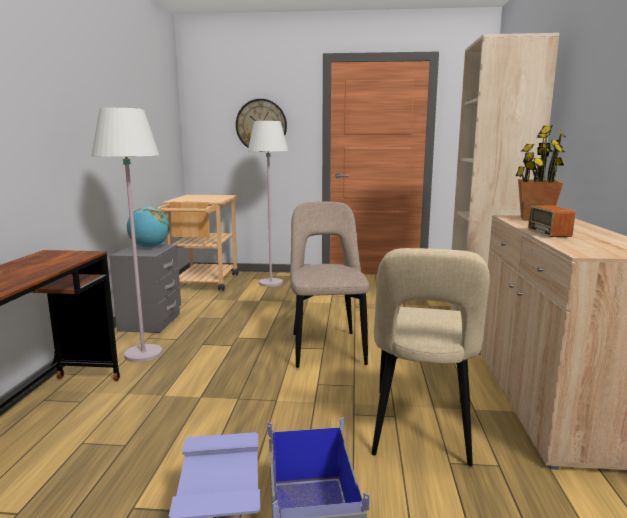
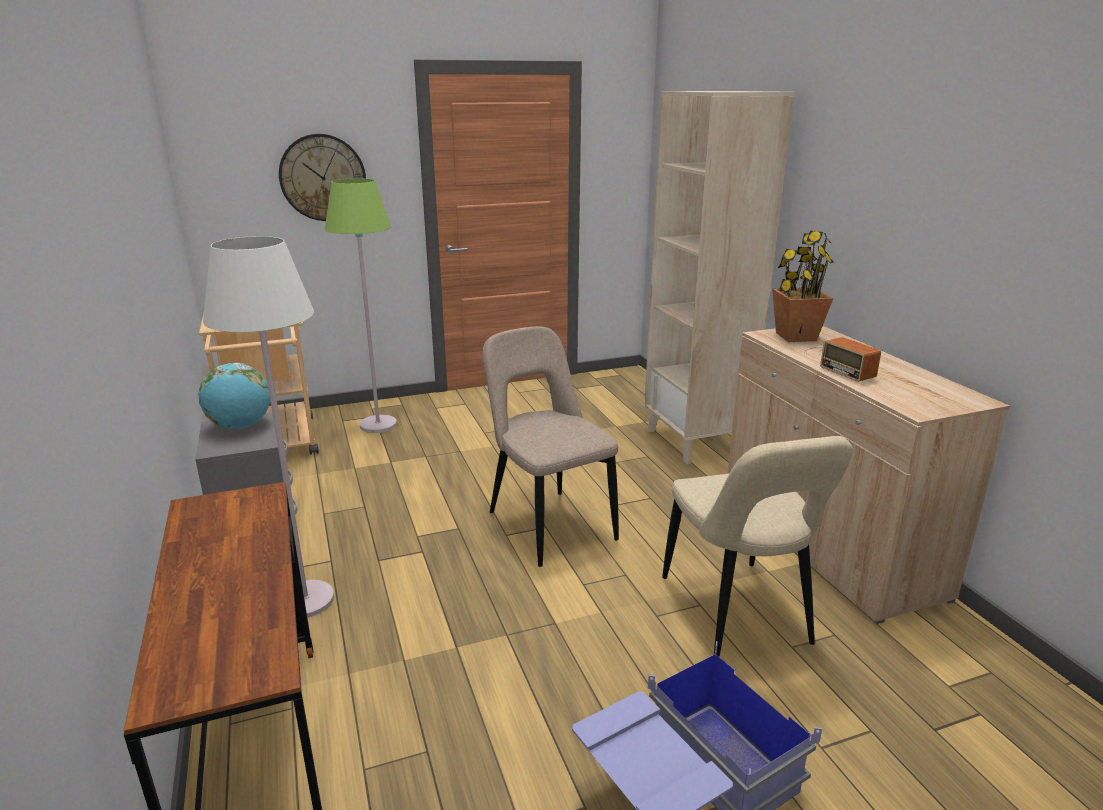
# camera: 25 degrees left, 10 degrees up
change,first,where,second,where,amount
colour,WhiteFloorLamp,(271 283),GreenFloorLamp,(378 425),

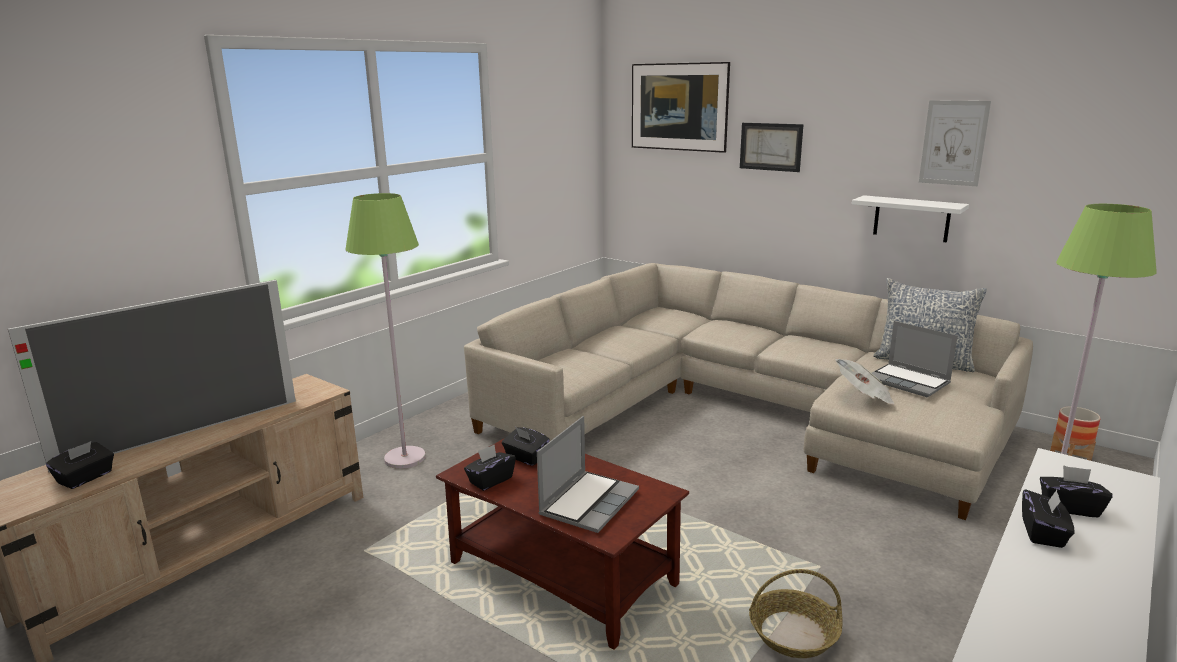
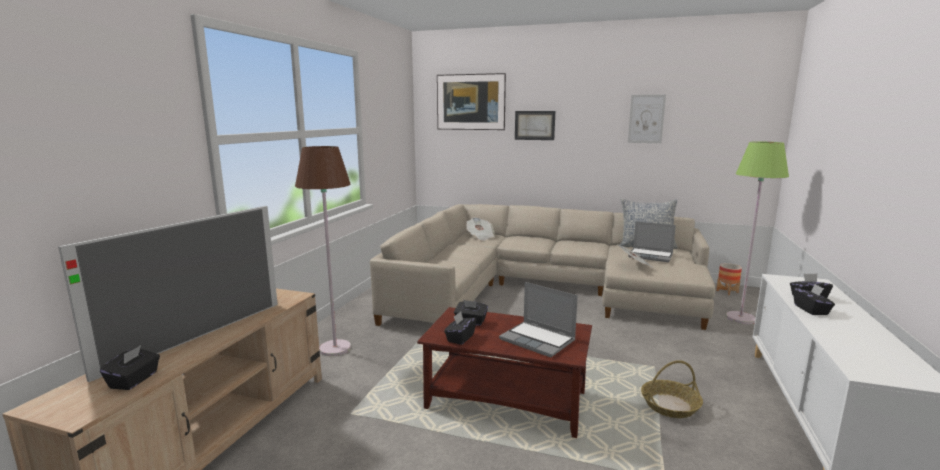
# camera: 20 degrees left, 5 degrees down
change,first,where,second,where,amount
colour,GreenFloorLamp,(404 458),BrownFloorLamp,(335 348),
missing,WhiteShelf,(911 218),,,
spun,Laptop,(589 502),,(538 340),120 degrees clockwise
appeared,,,Newspaper,(480 237),

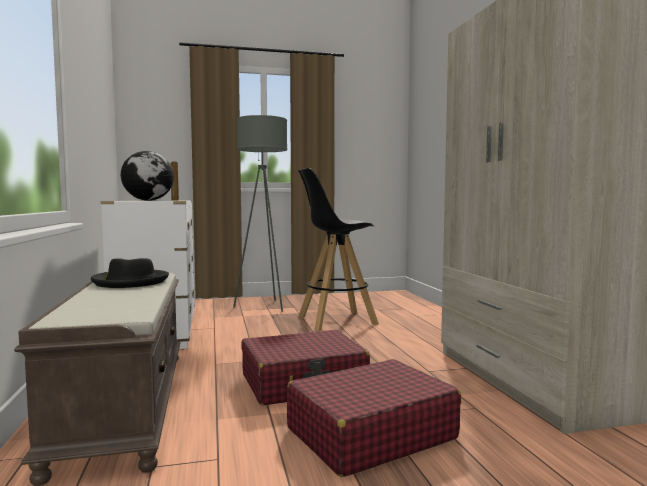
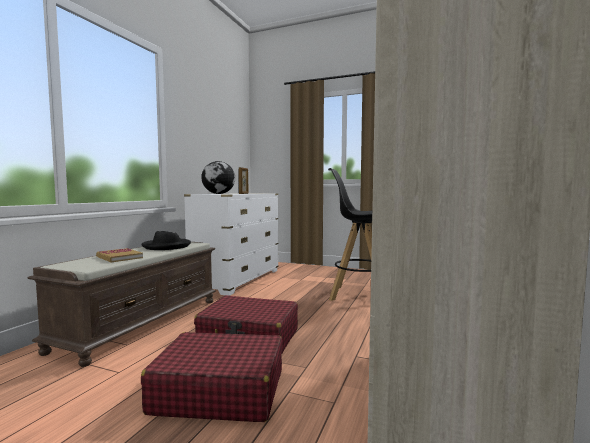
# camera: 35 degrees right, 0 degrees up
change,first,where,second,where,amount
missing,GreyFloorLamp,(264 306),,,
appeared,,,Book,(119 257),

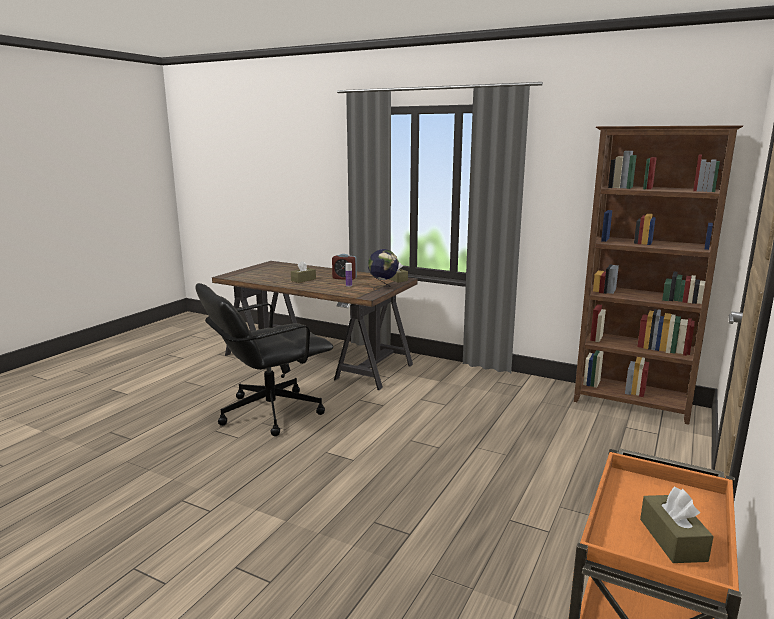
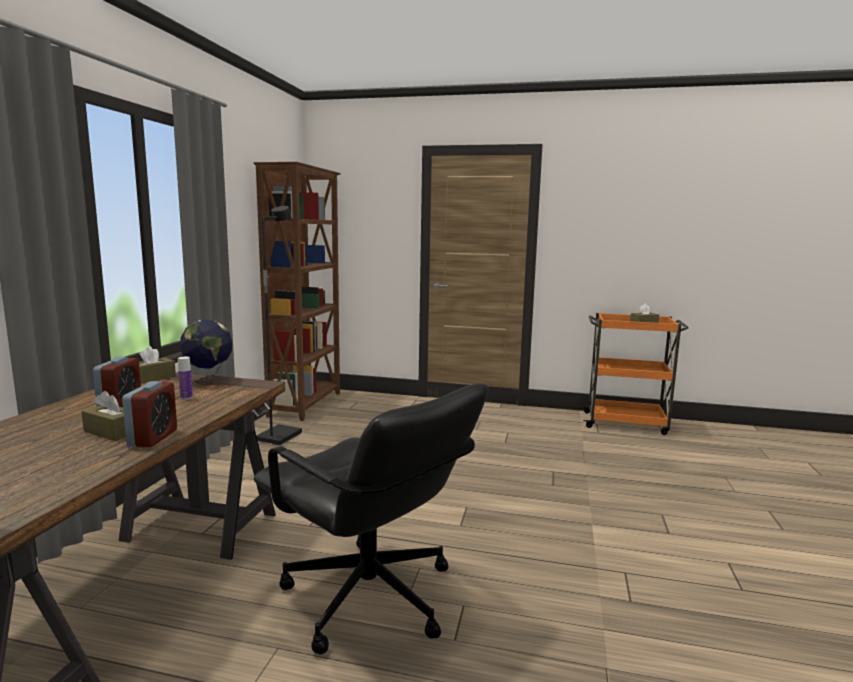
# camera: 105 degrees left, 5 degrees down
change,first,where,second,where,amount
appeared,,,BlackFloorLamp,(278 436),
appeared,,,AlarmClock,(153 438),

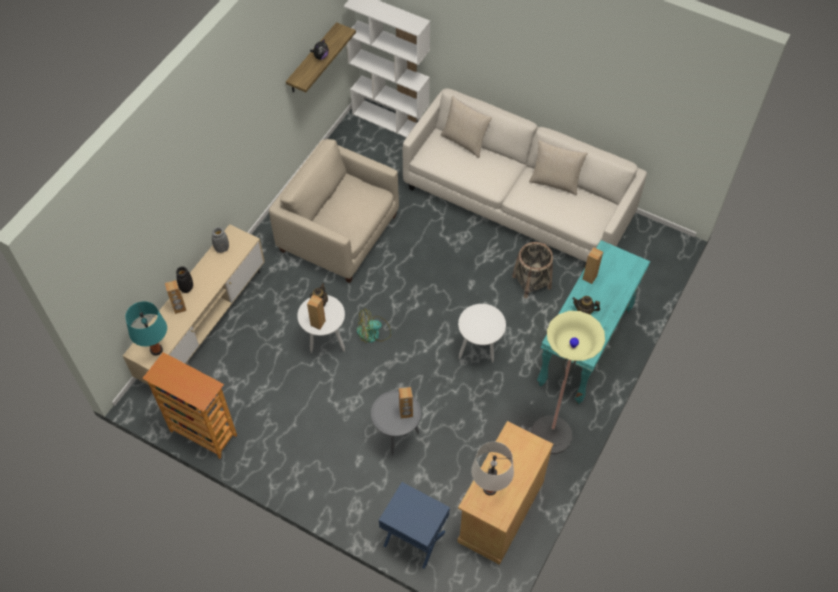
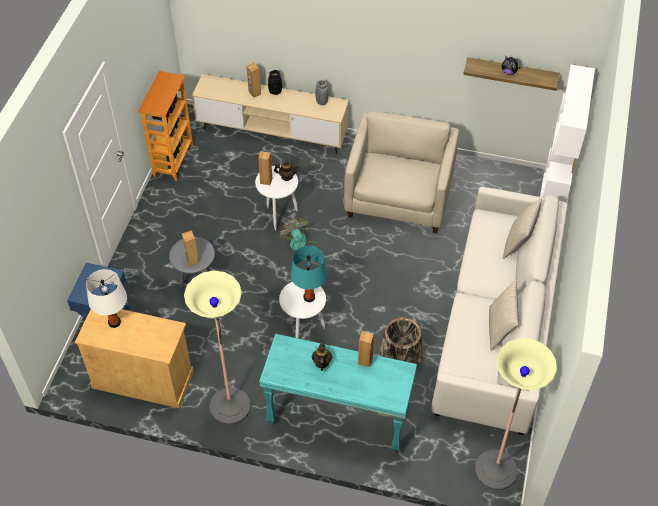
# camera: 75 degrees right, 5 degrees down
change,first,where,second,where,amount
relocated,TurquoiseTableLamp,(156 350),,(309 297),
appeared,,,FloorLamp,(495 470),

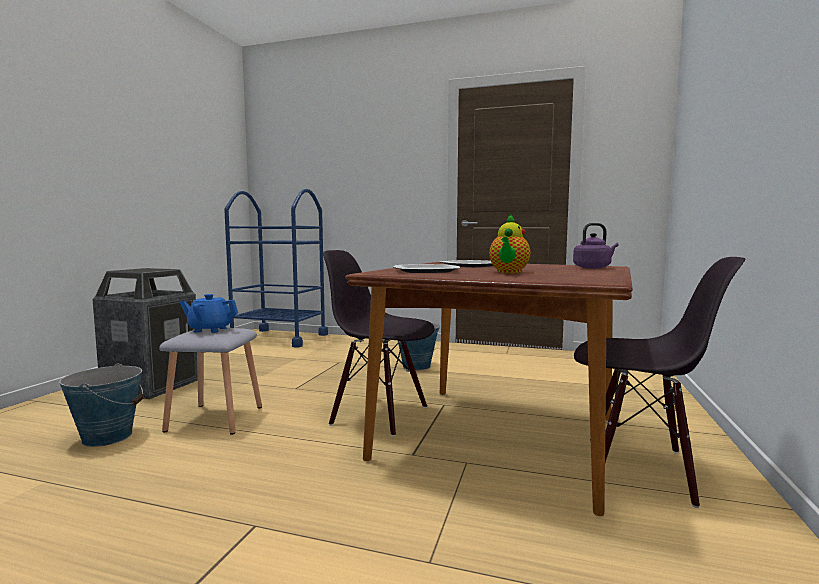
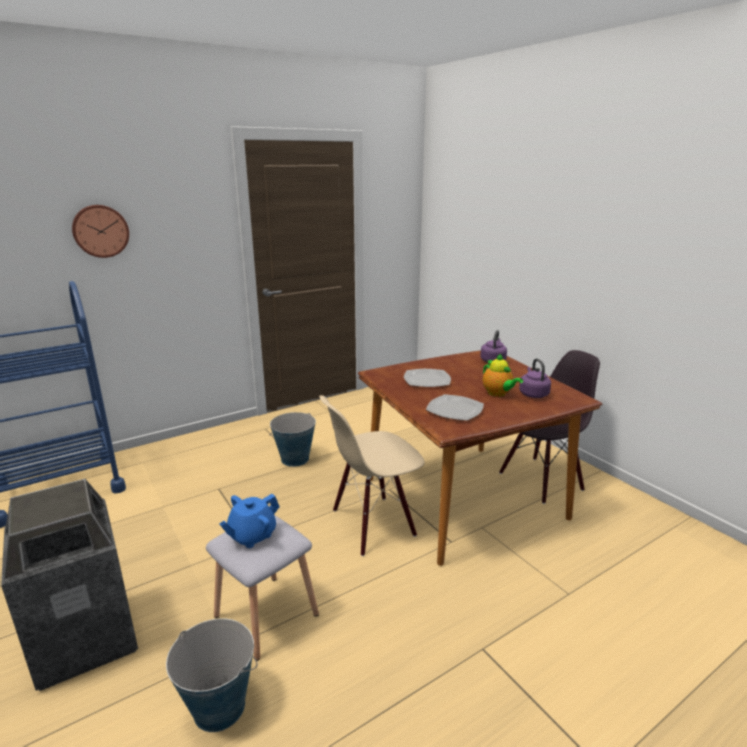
# camera: 50 degrees left, 15 degrees up
change,first,where,second,where,amount
colour,BlackChair,(380 415),BeigeChair,(373 524),
appeared,,,WallClock,(100 231),
appeared,,,PurpleKettle,(533 394),

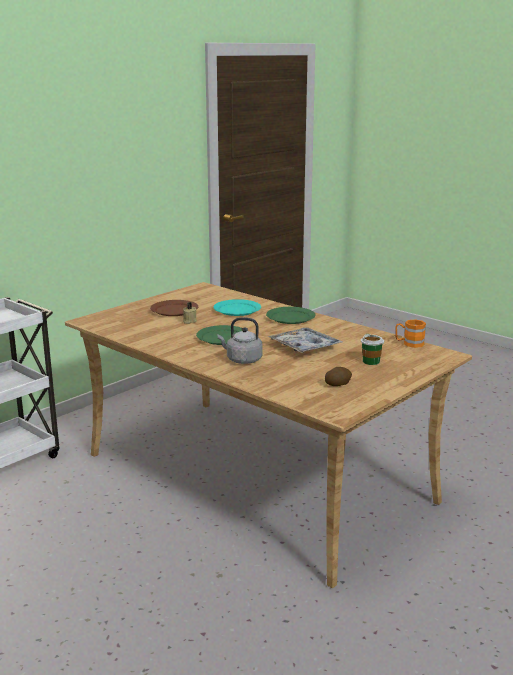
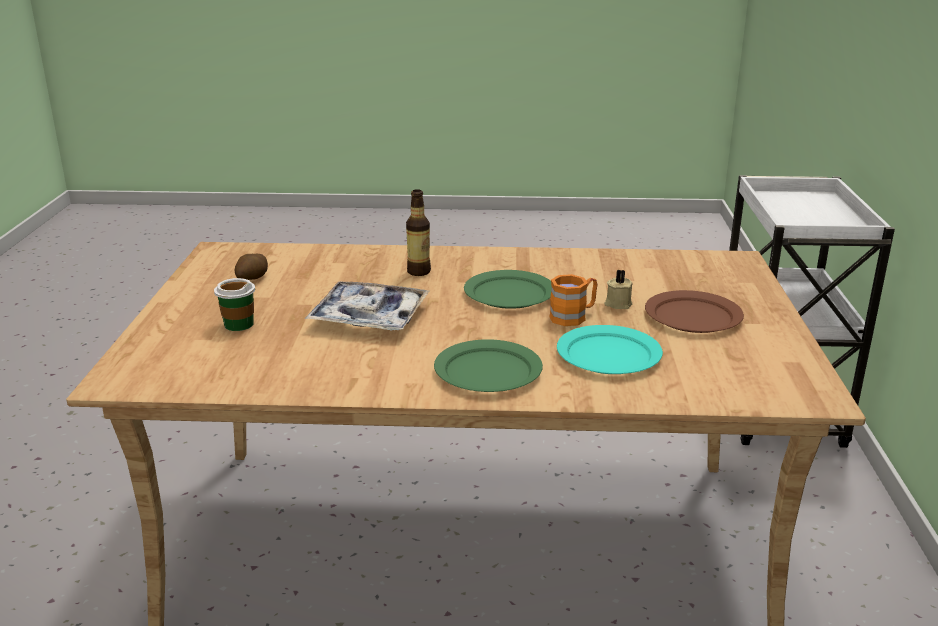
# camera: 140 degrees right, 5 degrees up
change,first,where,second,where,amount
exchanged,GreyKettle,(242 360),Bottle,(419 272),
relocated,OrangeMug,(409 343),,(574 316),

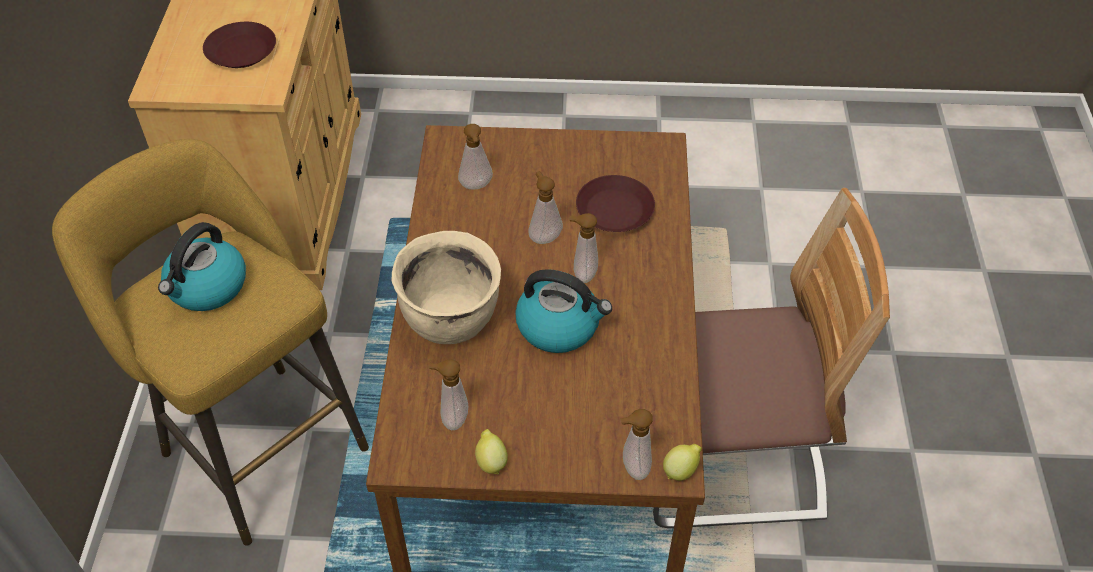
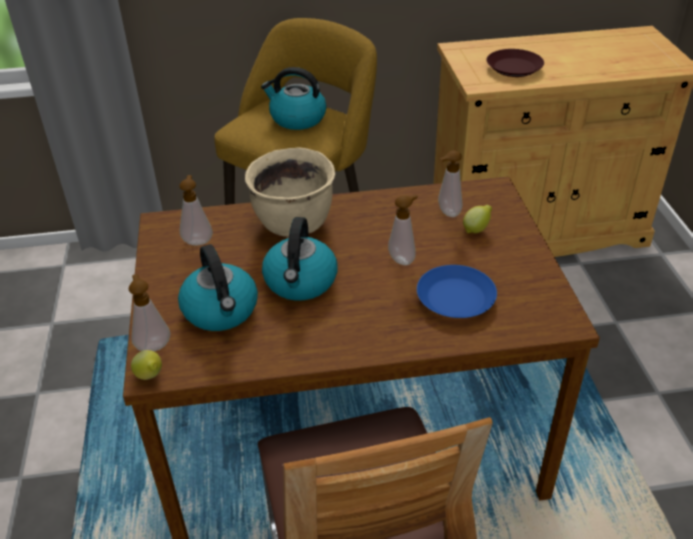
# camera: 80 degrees right, 10 degrees down
change,first,where,second,where,amount
colour,BrownPlate,(615 210),BluePlate,(456 298),
missing,SoapDispenser,(582 274),,,
relocated,Lemon,(491 461),,(476 229),
appeared,,,Kettle,(221 311),

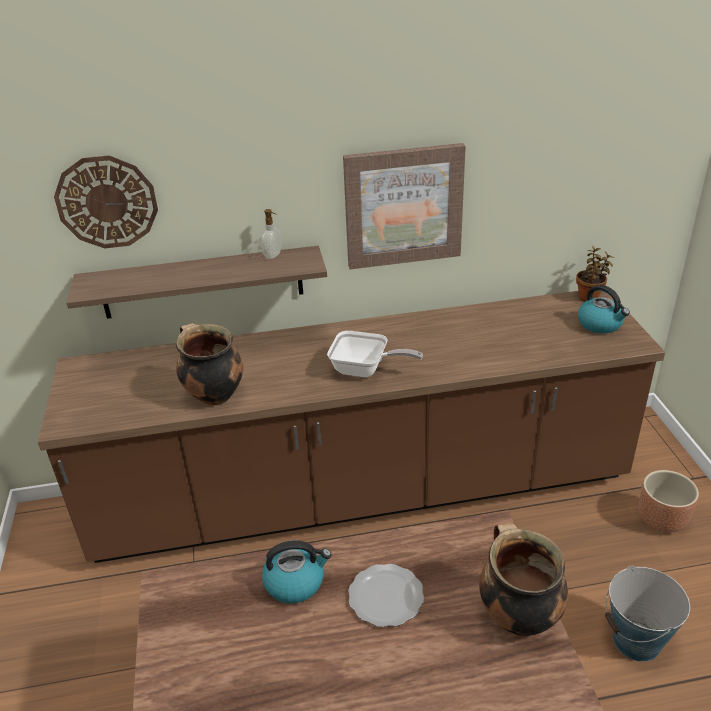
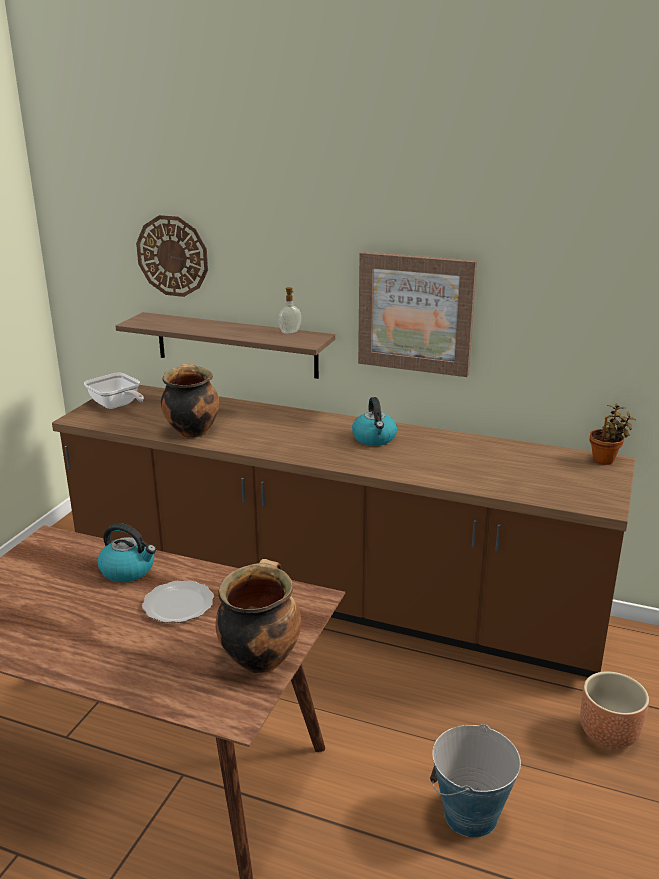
# camera: 30 degrees right, 10 degrees down
change,first,where,second,where,amount
relocated,Kettle,(600 324),,(374 438),
relocated,FryingPan,(365 370),,(117 405),

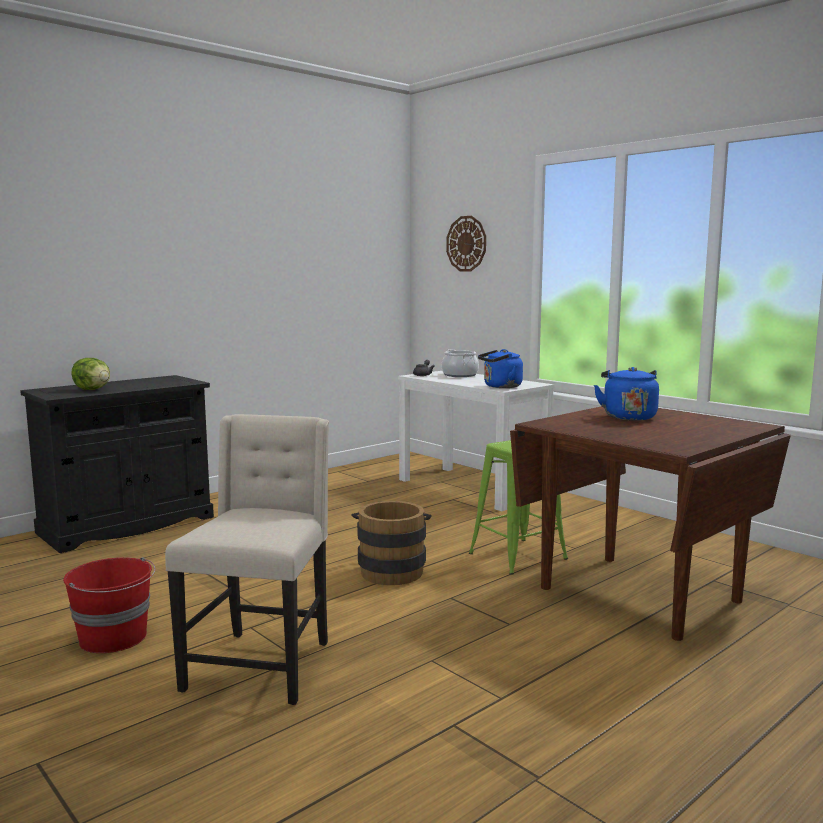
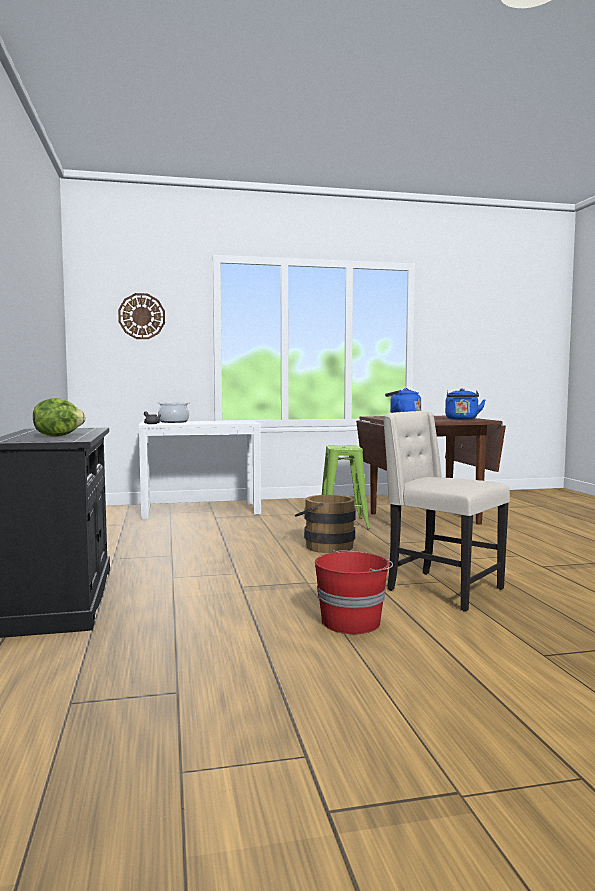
# camera: 60 degrees left, 5 degrees down
change,first,where,second,where,amount
relocated,BlueKettle,(500 387),,(462 419),

